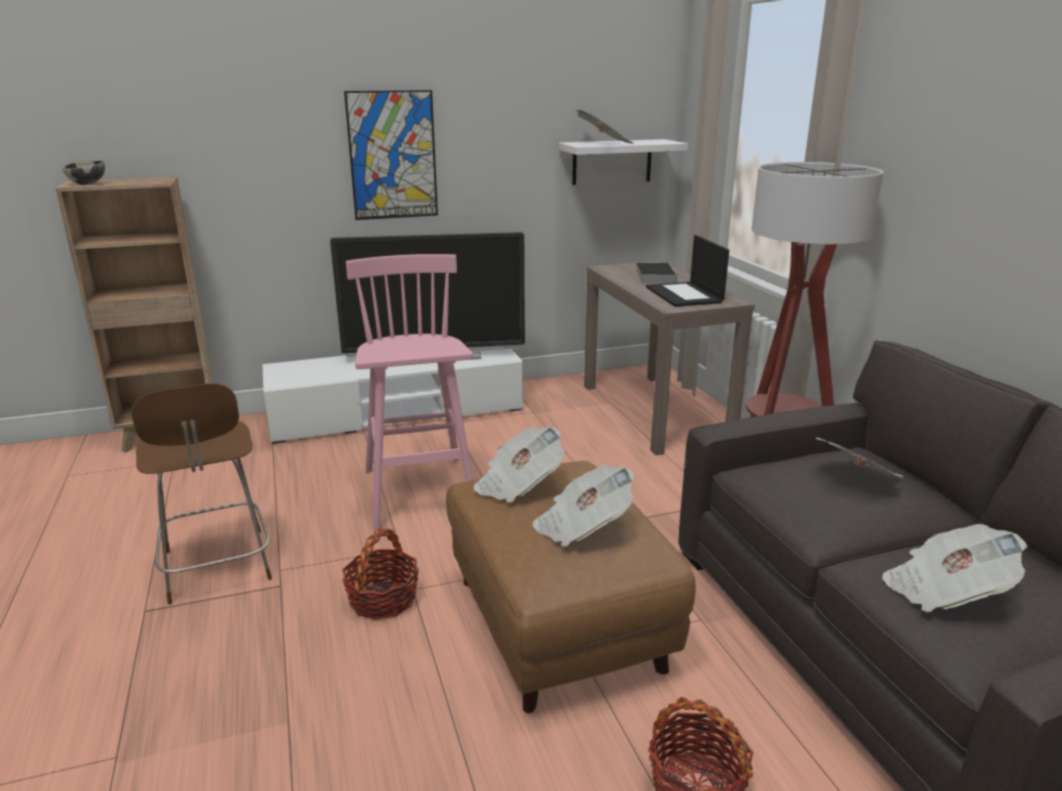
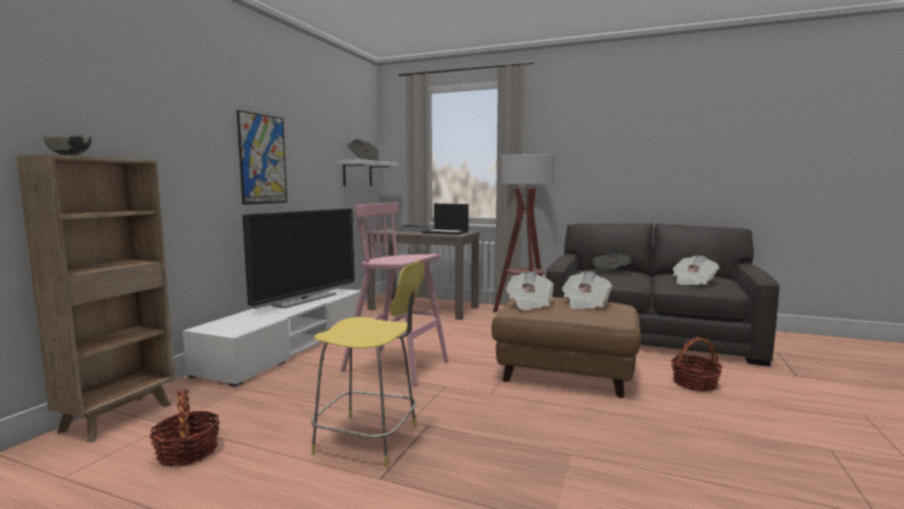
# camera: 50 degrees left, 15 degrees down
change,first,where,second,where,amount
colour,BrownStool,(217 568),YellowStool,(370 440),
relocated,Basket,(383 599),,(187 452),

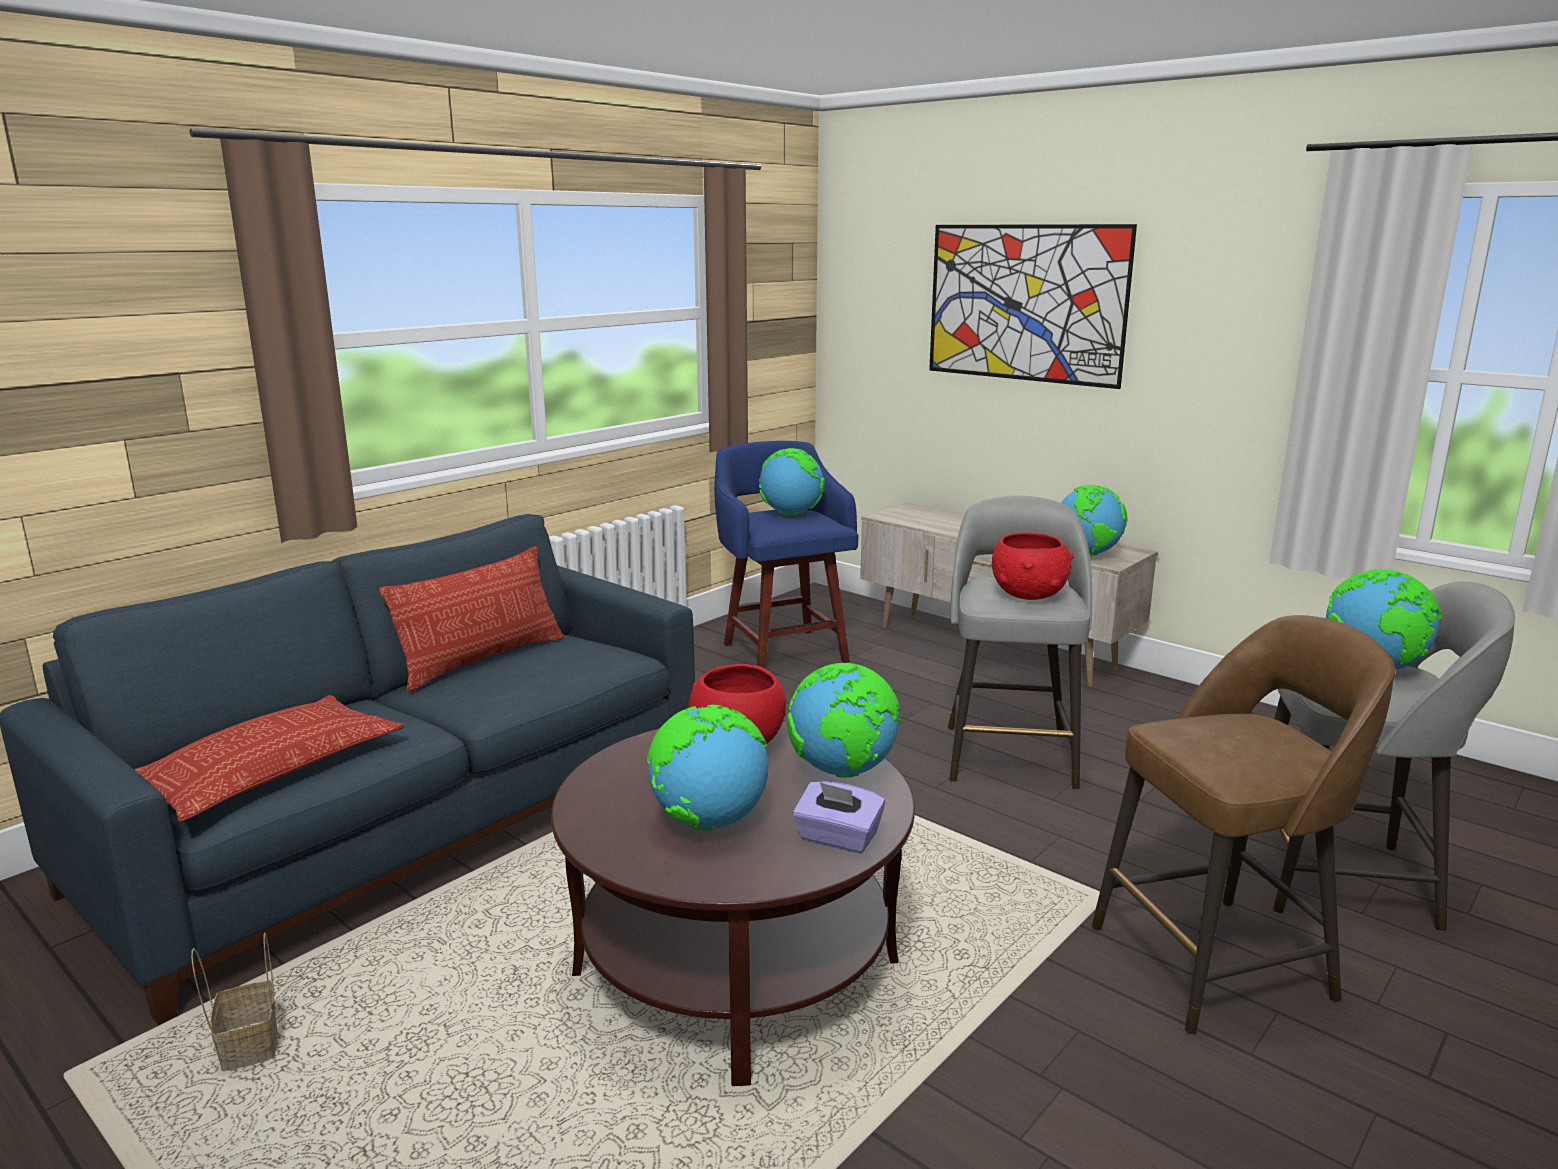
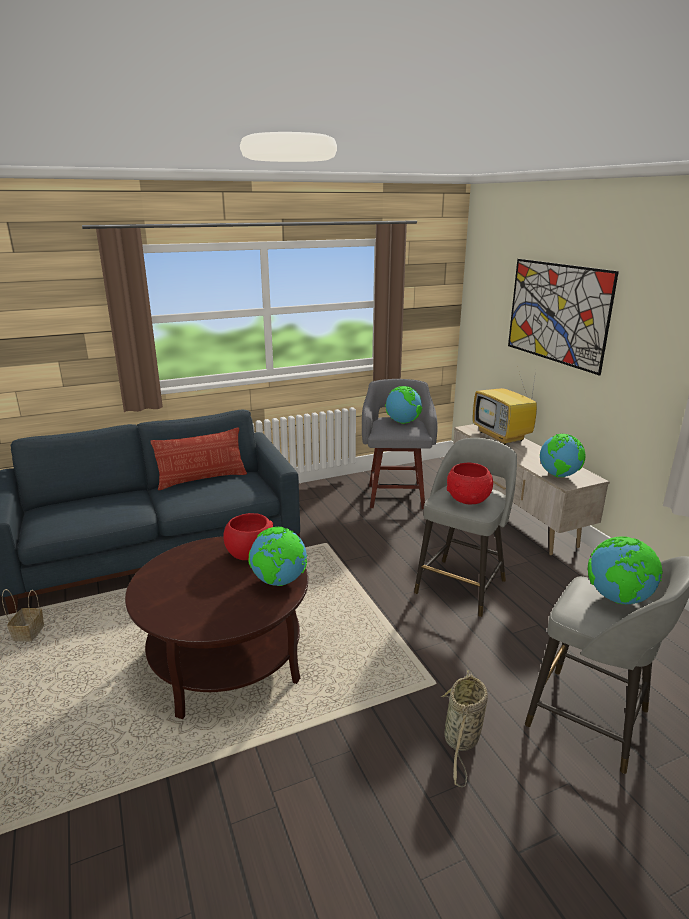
# camera: 25 degrees right, 5 degrees up
change,first,where,second,where,amount
colour,BlueStool,(783 651),GreyStool,(395 495),
exchanged,BrownStool,(1217 961),Basket,(461 741),
missing,Pillow,(269 769),,,
missing,Globe,(708 822),,,
missing,PurpleTissueBox,(838 839),,,
appeared,,,Television,(502 436),

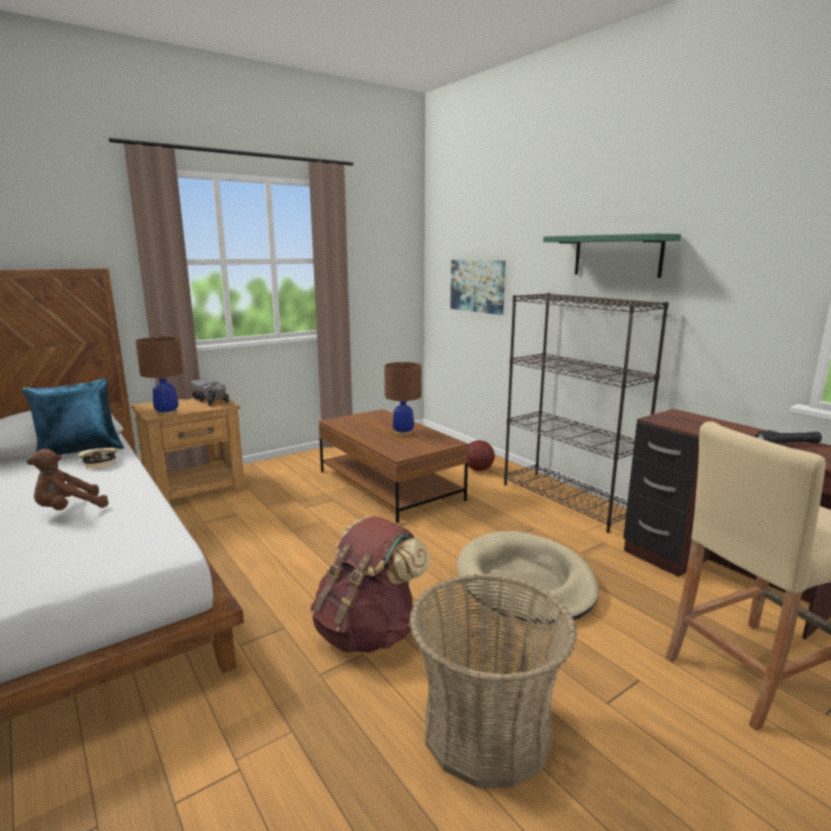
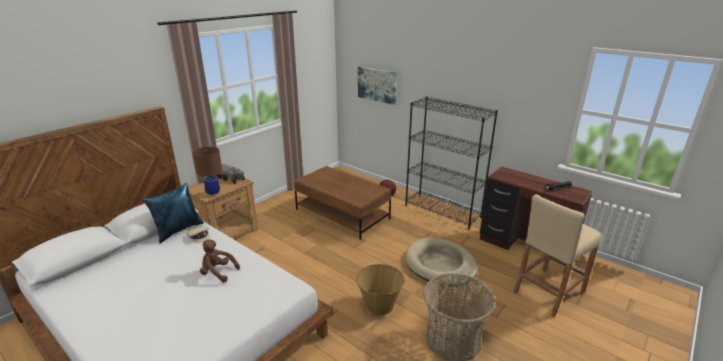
# camera: 15 degrees left, 10 degrees up
change,first,where,second,where,amount
missing,GreenShelf,(617 256),,,
missing,BrownTableLamp,(403 433),,,
spun,BrownPlushToy,(69 510),,(218 272),75 degrees clockwise
exchanged,BrownBackpack,(368 632),Basket,(379 304),

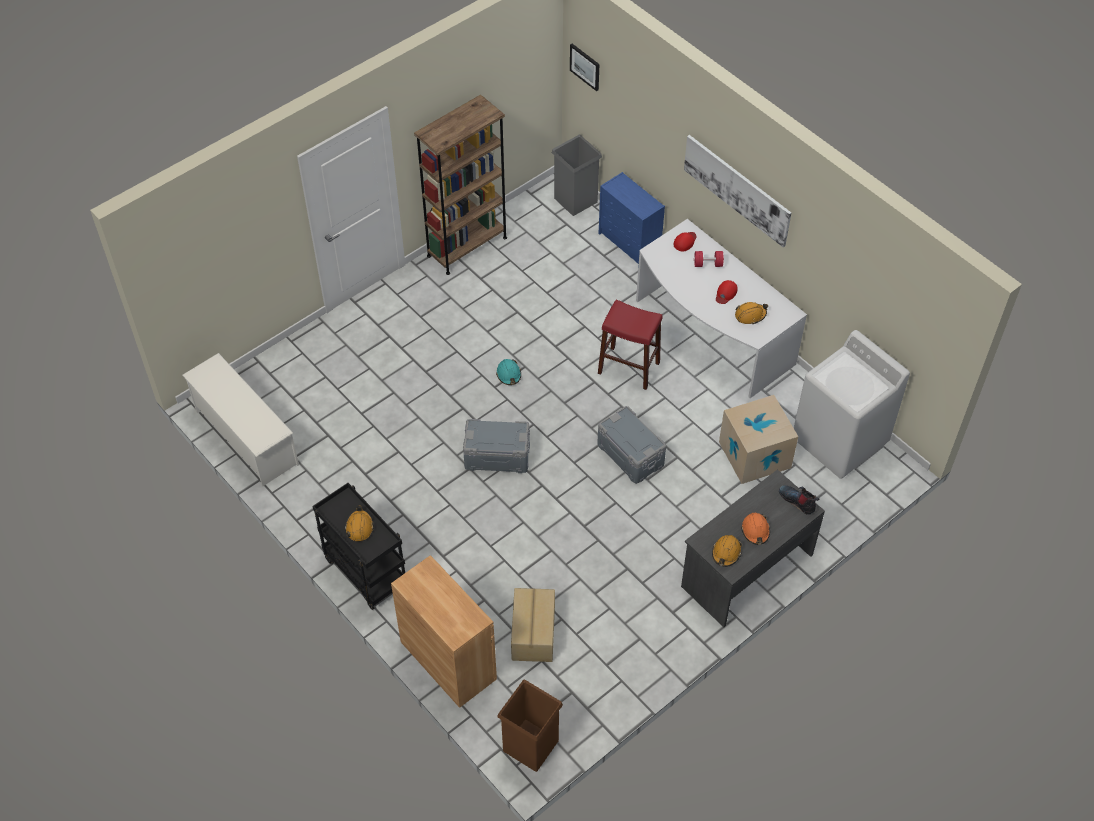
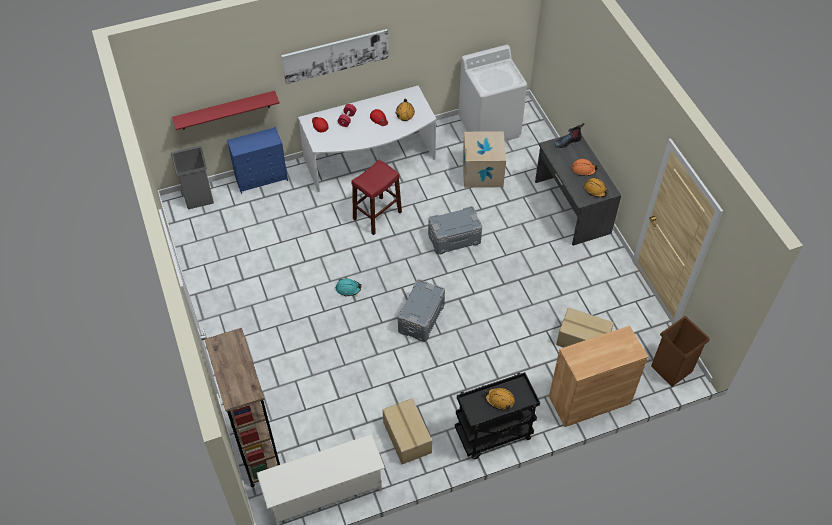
# camera: 70 degrees left, 0 degrees up
change,first,where,second,where,amount
missing,Picture,(585 66),,,
relocated,BrownBookcase,(467 246),,(257 449),
appeared,,,RedShelf,(225 110),
appeared,,,CardboardBox,(406 438),

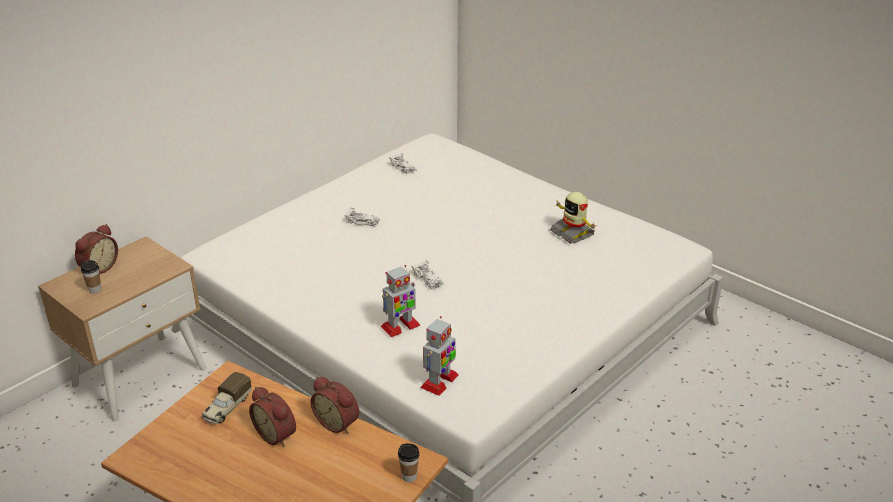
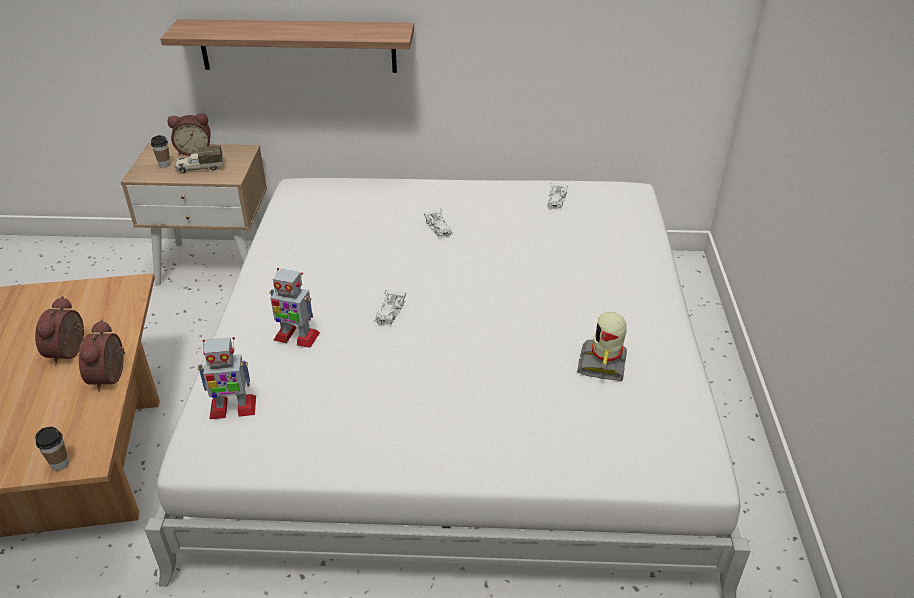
# camera: 50 degrees right, 5 degrees up
change,first,where,second,where,amount
relocated,ToyTruck,(227 408),,(200 168),
appeared,,,Shelf,(298 46),

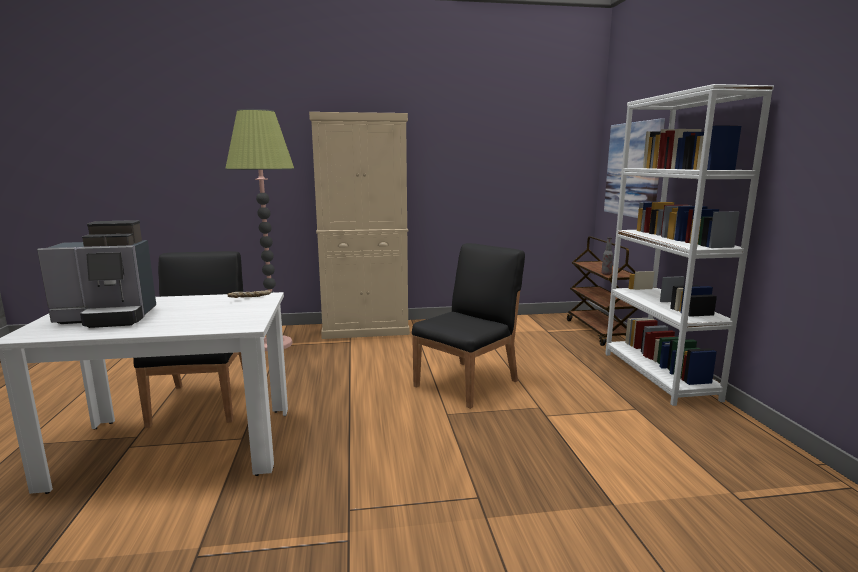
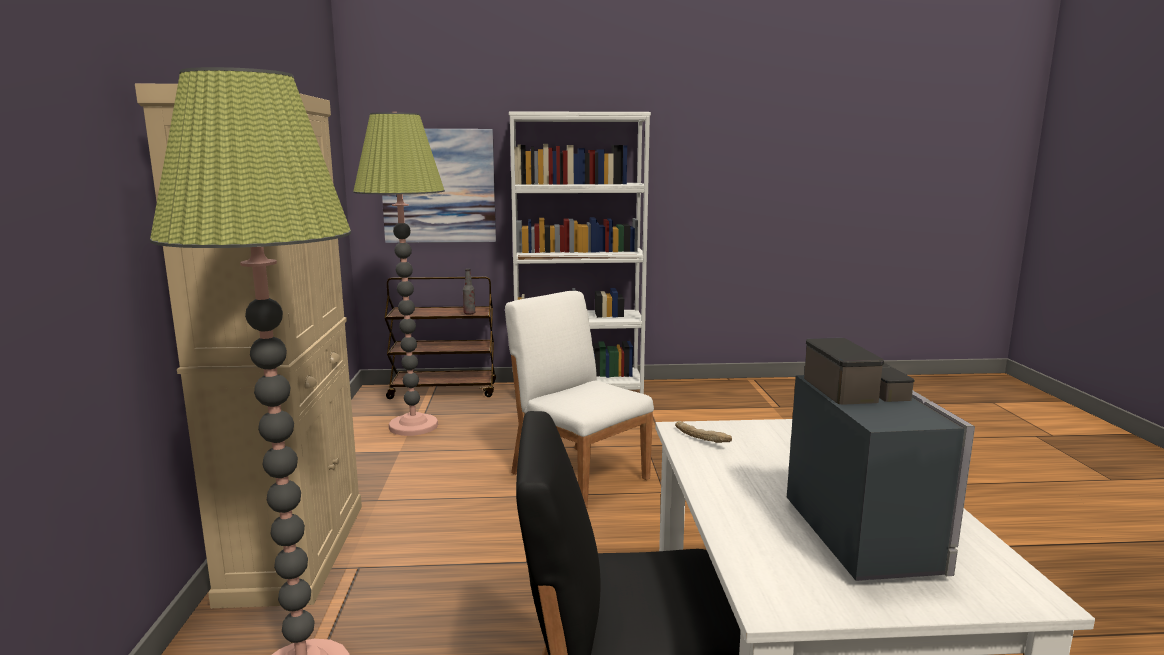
# camera: 85 degrees left, 0 degrees up
change,first,where,second,where,amount
colour,BlackChair,(467 383),WhiteChair,(579 474),
appeared,,,FloorLamp,(413 426),

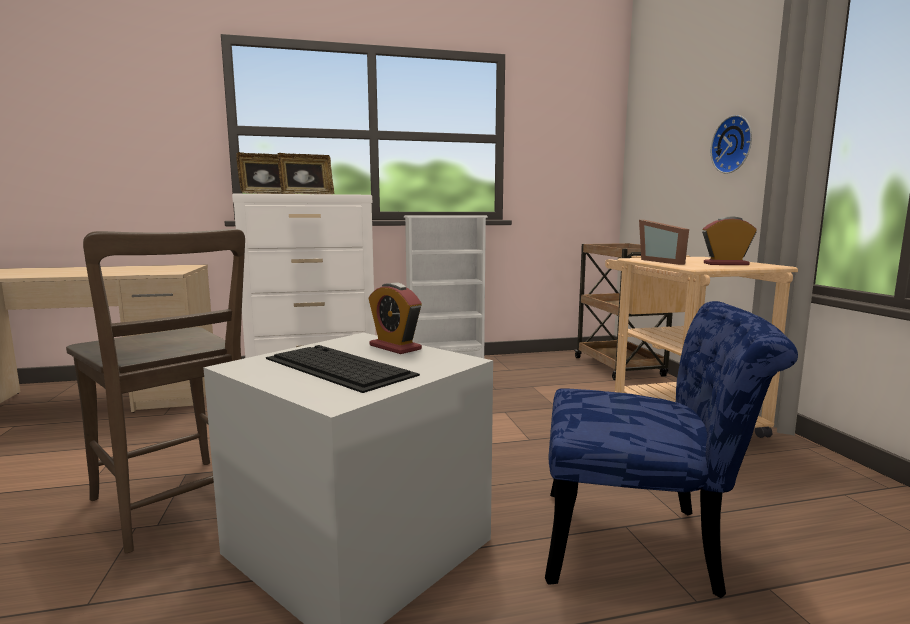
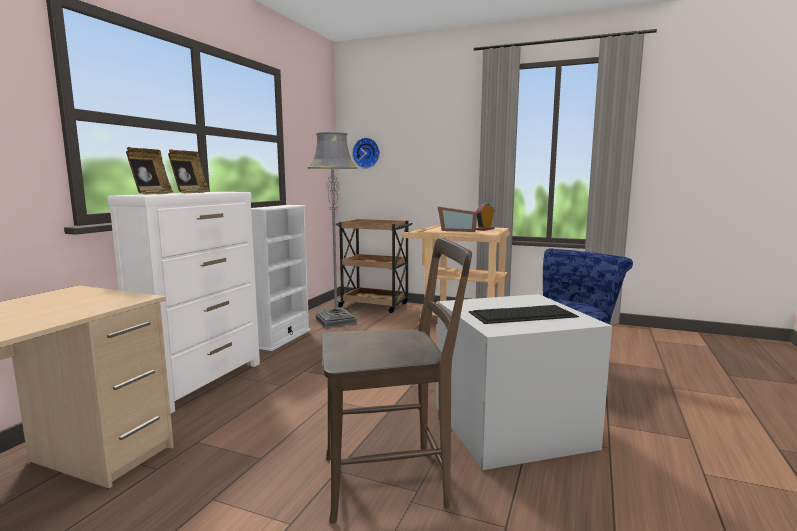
# camera: 55 degrees left, 0 degrees up
change,first,where,second,where,amount
relocated,WallClock,(734 144),,(366 153),
missing,AlarmClock,(395 347),,,
appeared,,,GreyFloorLamp,(336 321),

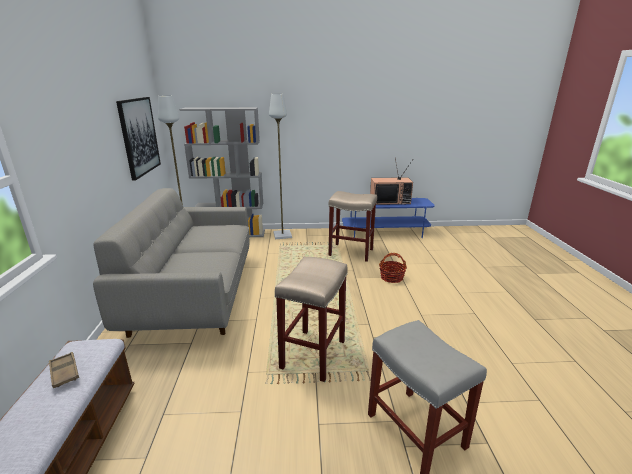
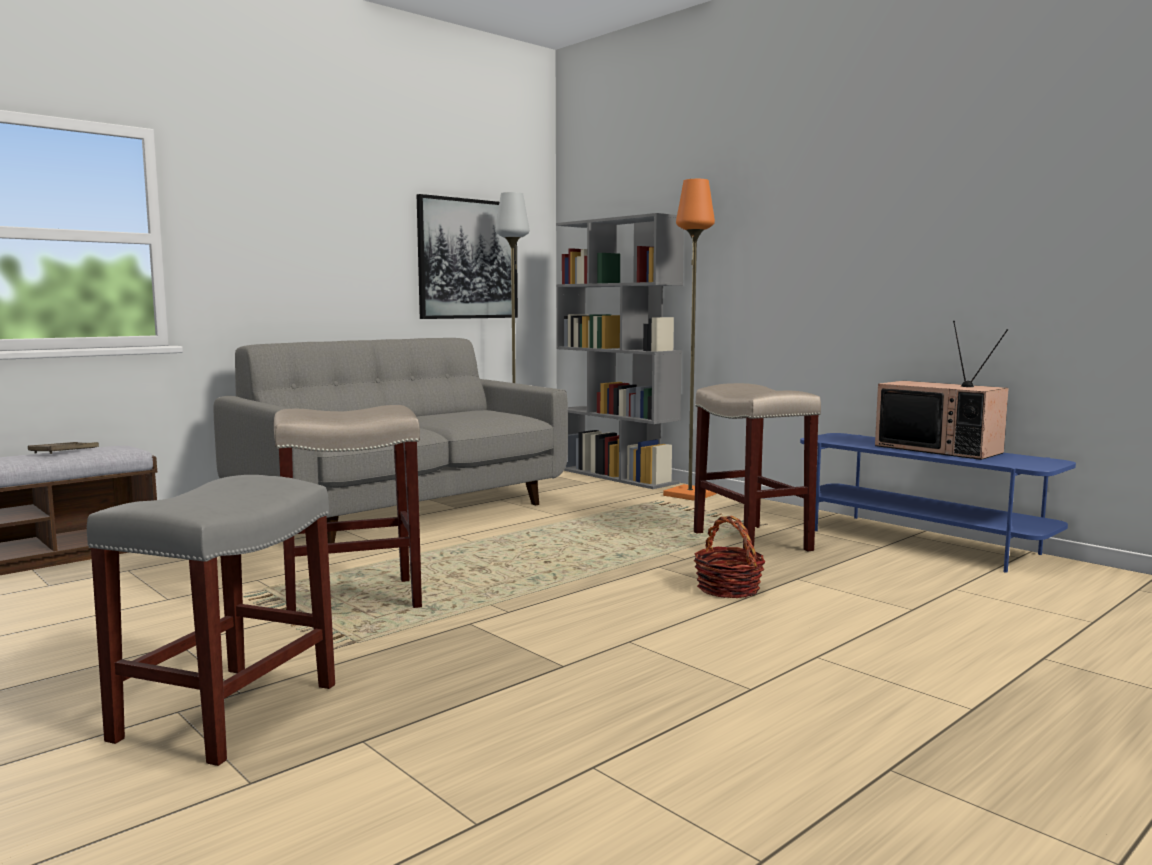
# camera: 50 degrees right, 15 degrees down
change,first,where,second,where,amount
colour,GreyFloorLamp,(283 235),OrangeFloorLamp,(690 495),

